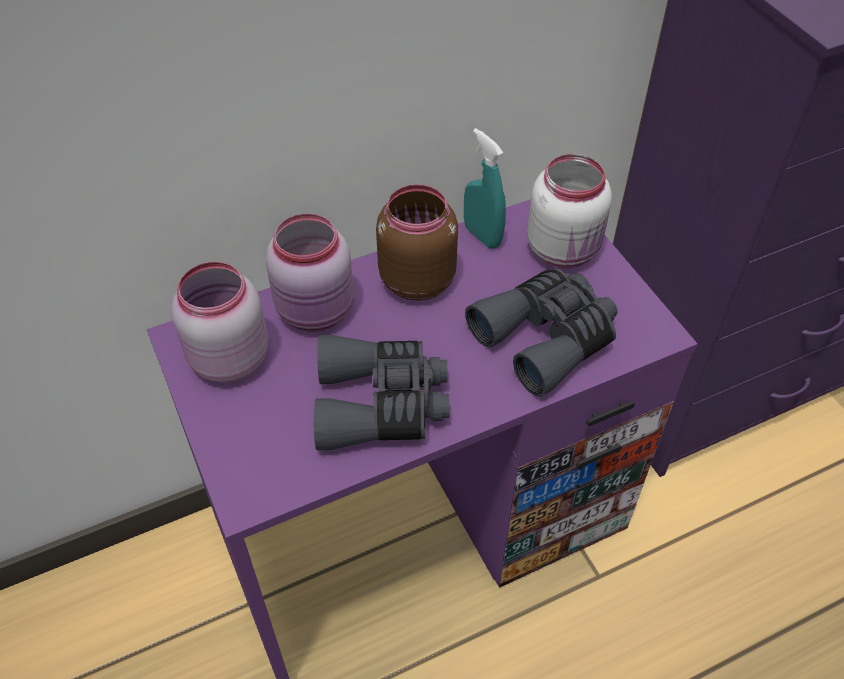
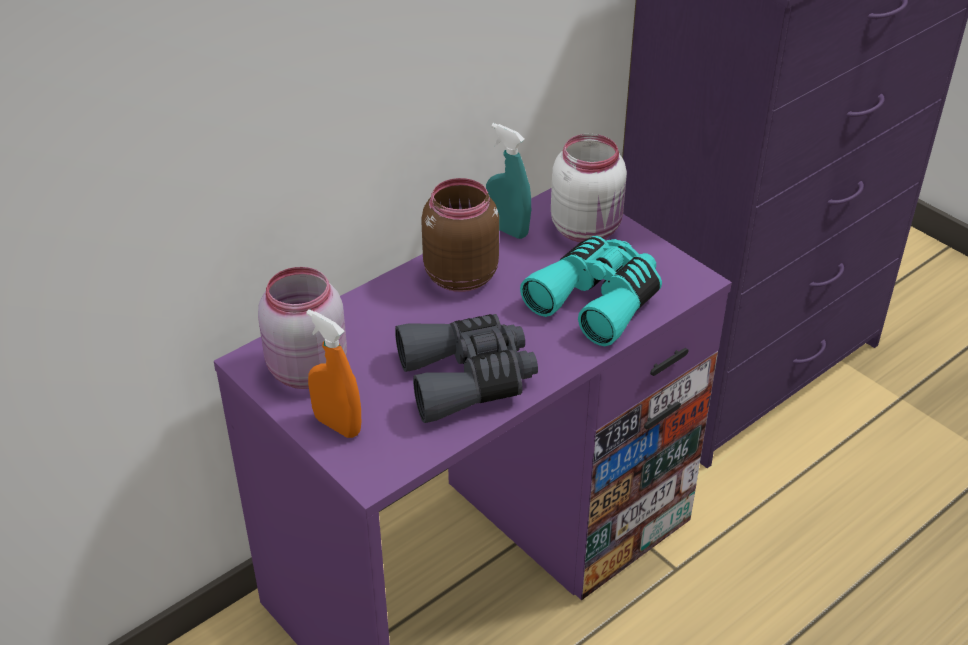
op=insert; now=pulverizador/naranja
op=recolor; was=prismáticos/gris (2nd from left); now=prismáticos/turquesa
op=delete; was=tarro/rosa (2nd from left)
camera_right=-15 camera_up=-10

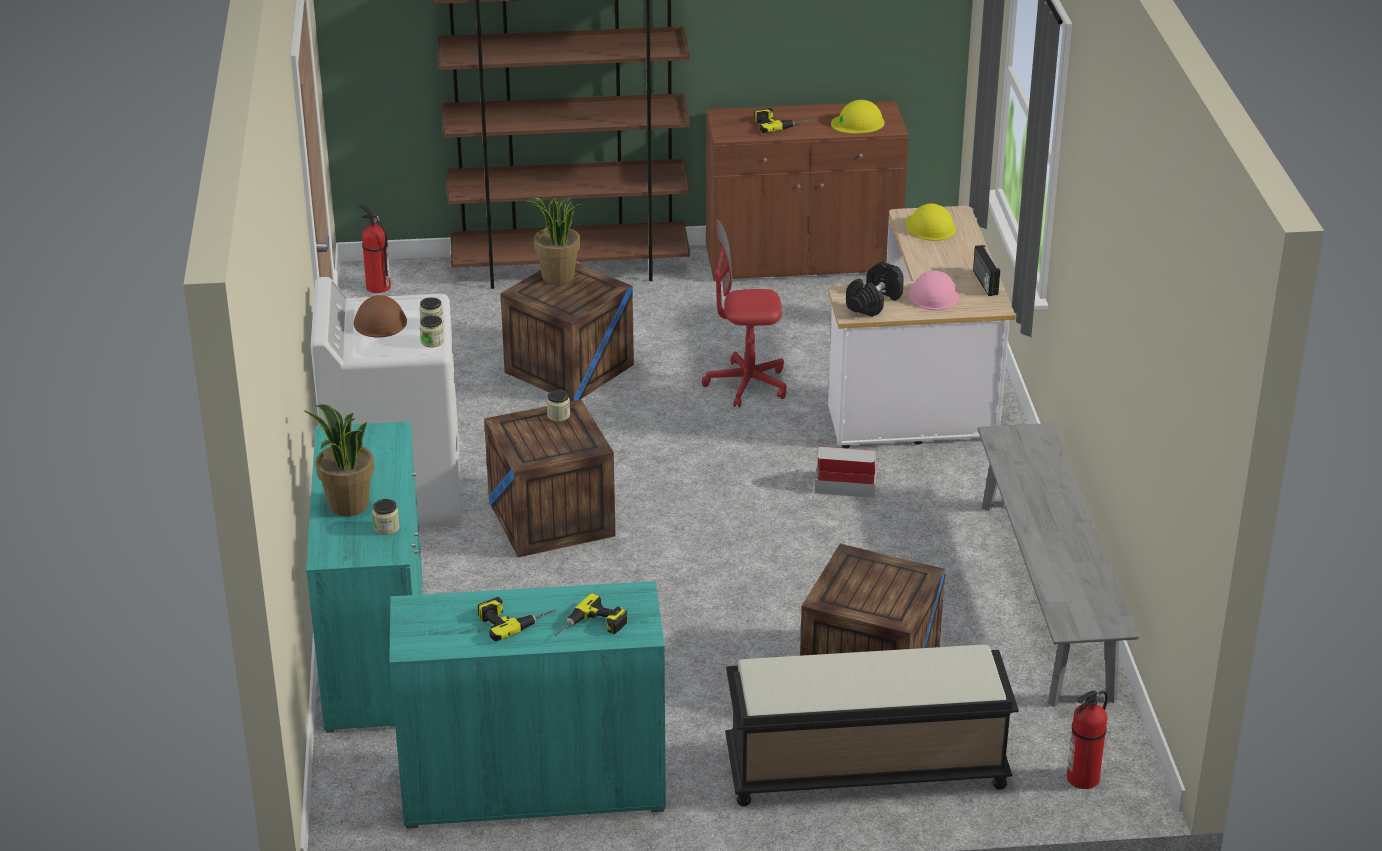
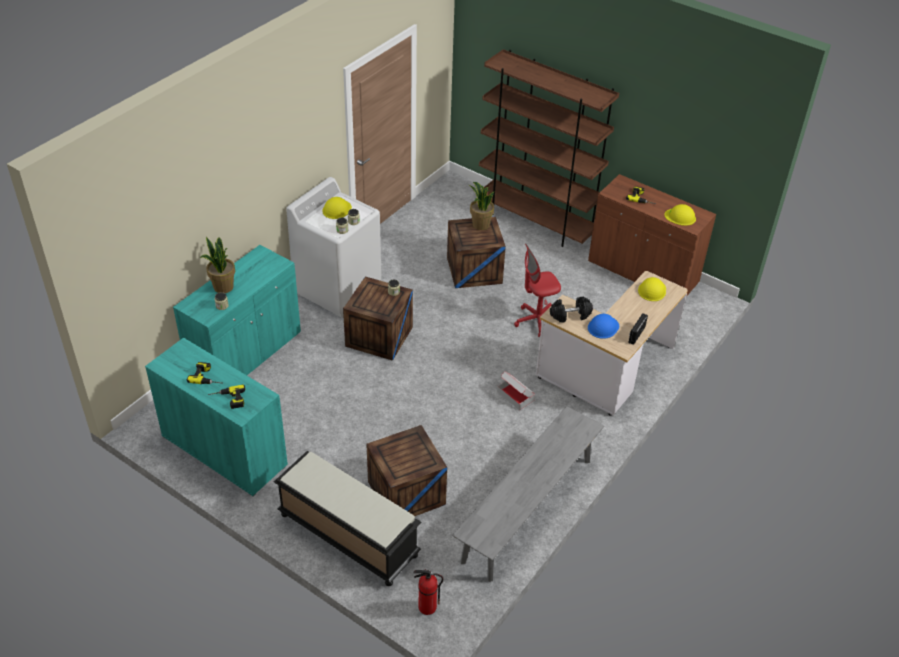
op=recolor; was=casco/marrón; now=casco/amarillo (1st from left)
op=rotate; was=silla de oficina/rojo; clockwise=-60
op=recolor; was=casco/rosa; now=casco/azul
op=delete; was=extintor (1st from left)
camera_right=40 camera_up=10

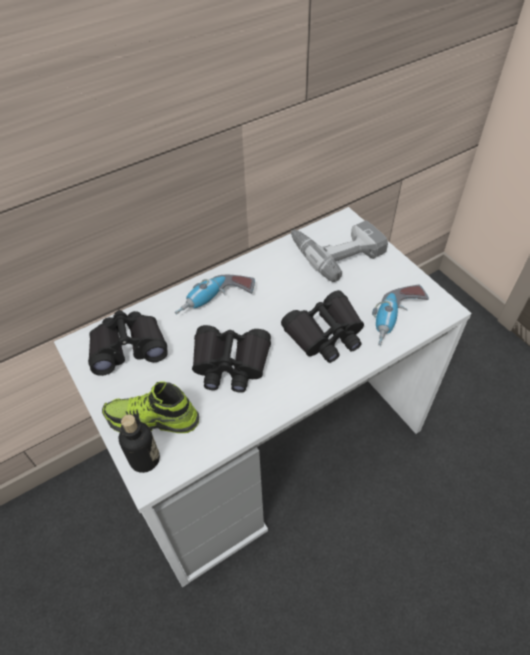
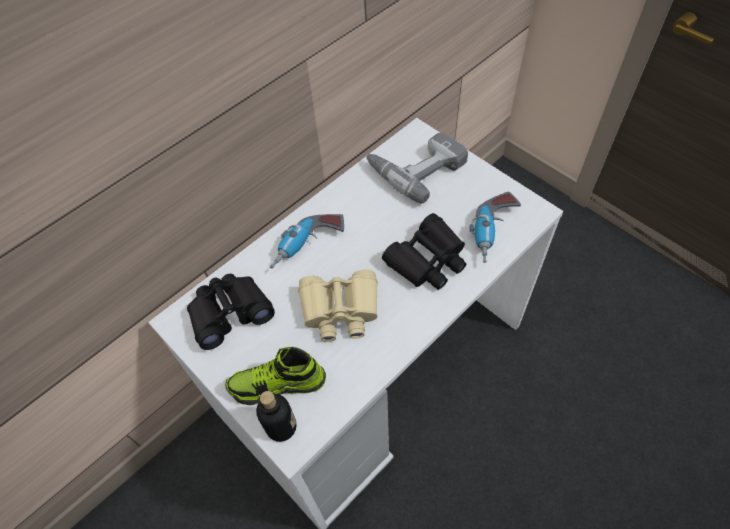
op=recolor; was=prismáticos/negro (2nd from left); now=prismáticos/beis
camera_right=-10 camera_up=5

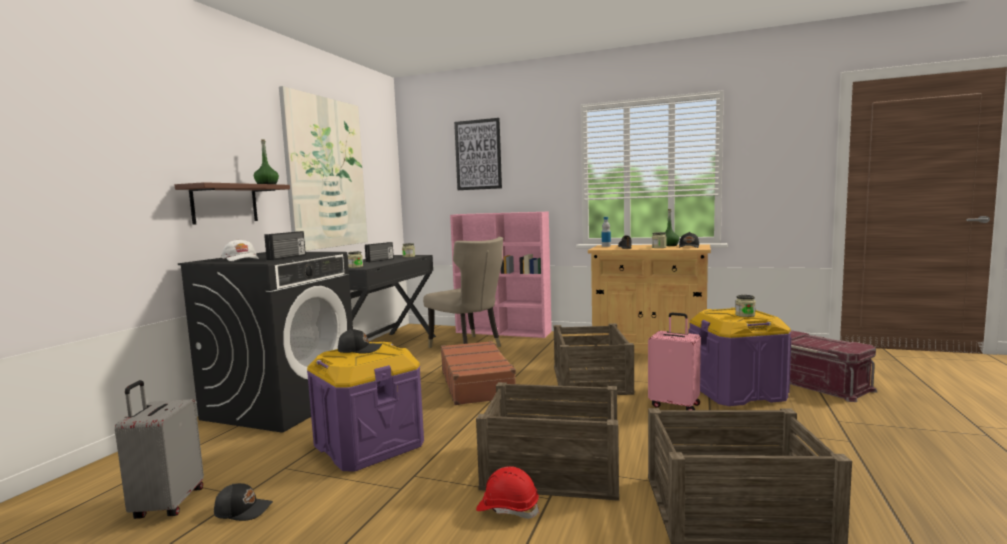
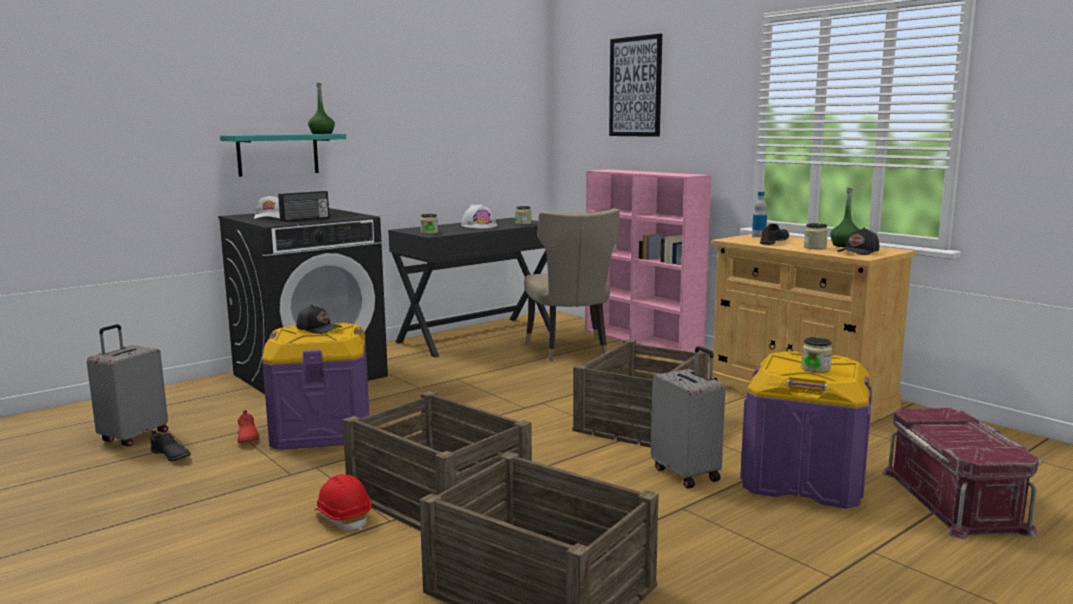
op=replace; was=gorra/negro (1st from left); now=zapato/negro (1st from left)
op=recolor; was=estante/marrón; now=estante/turquesa
op=insert; now=zapato/rojo
op=replace; was=radio (2nd from left); now=casco/blanco
op=recolor; was=maleta/rosa; now=maleta/gris (2nd from left)
op=delete; was=cuadro (1st from left)
op=delete; was=maleta/marrón
camera_right=30 camera_up=5

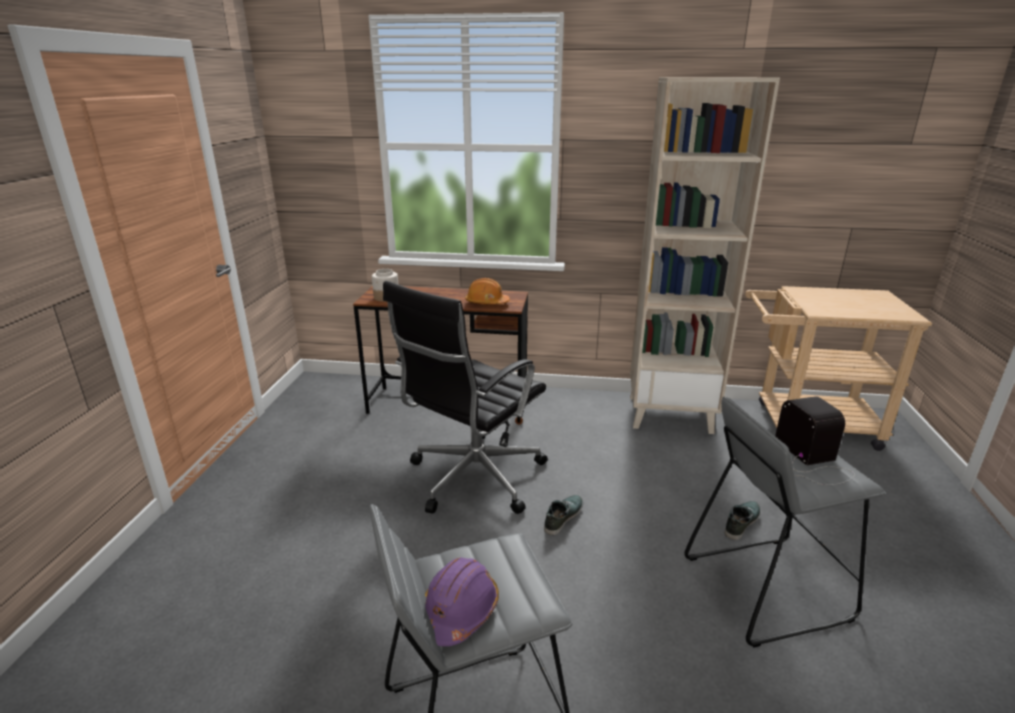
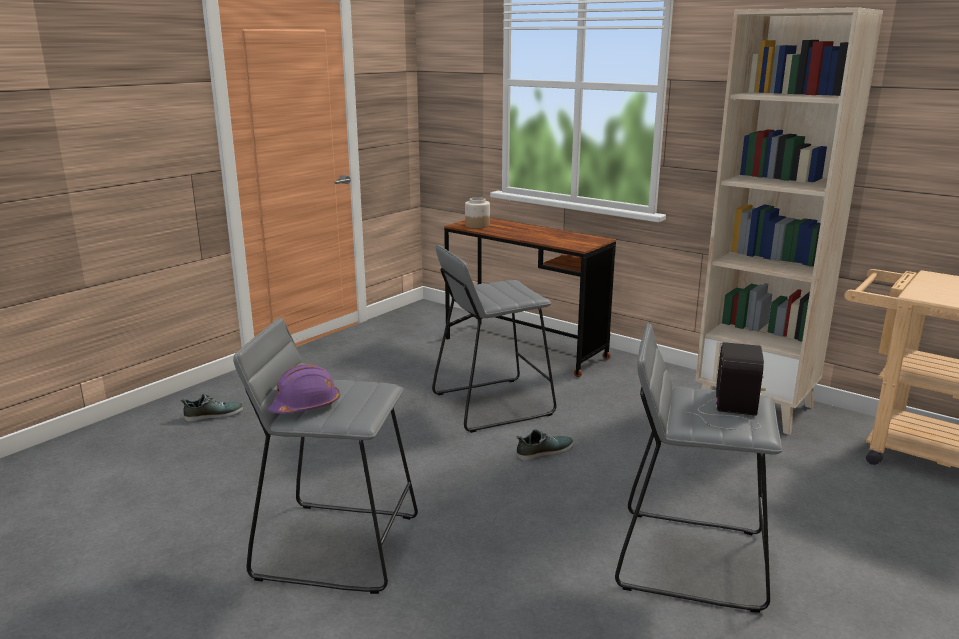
op=move; was=zapato (2nd from left in the first image); now=zapato (1st from left)
op=replace; was=silla de oficina/negro; now=taburete/gris (2nd from left)
op=delete; was=casco/naranja
camera_right=30 camera_up=-5

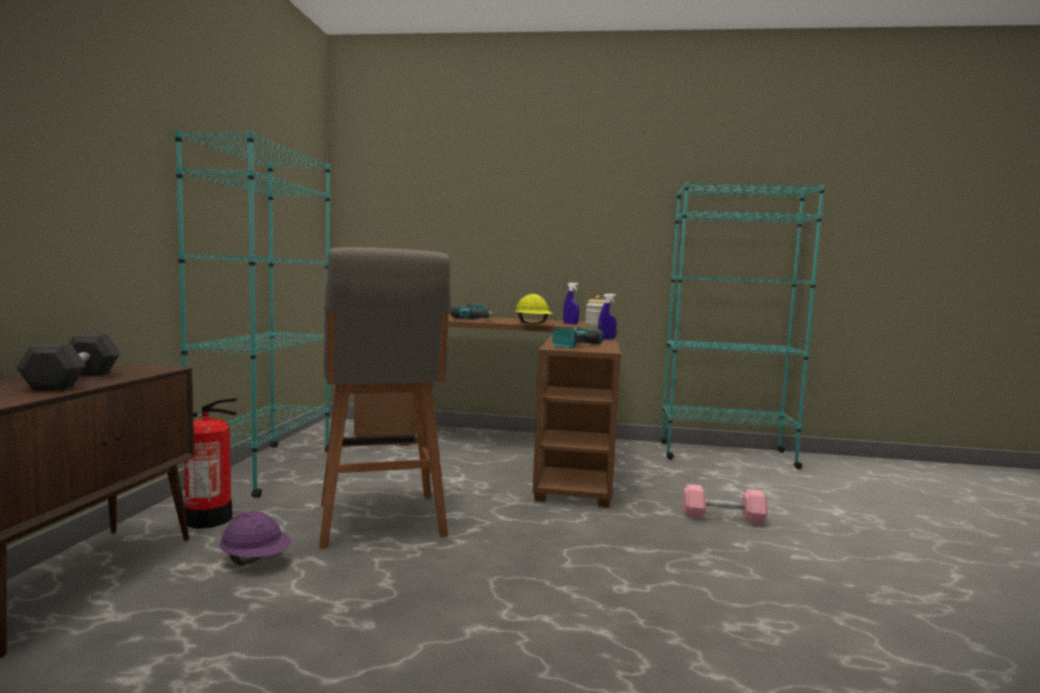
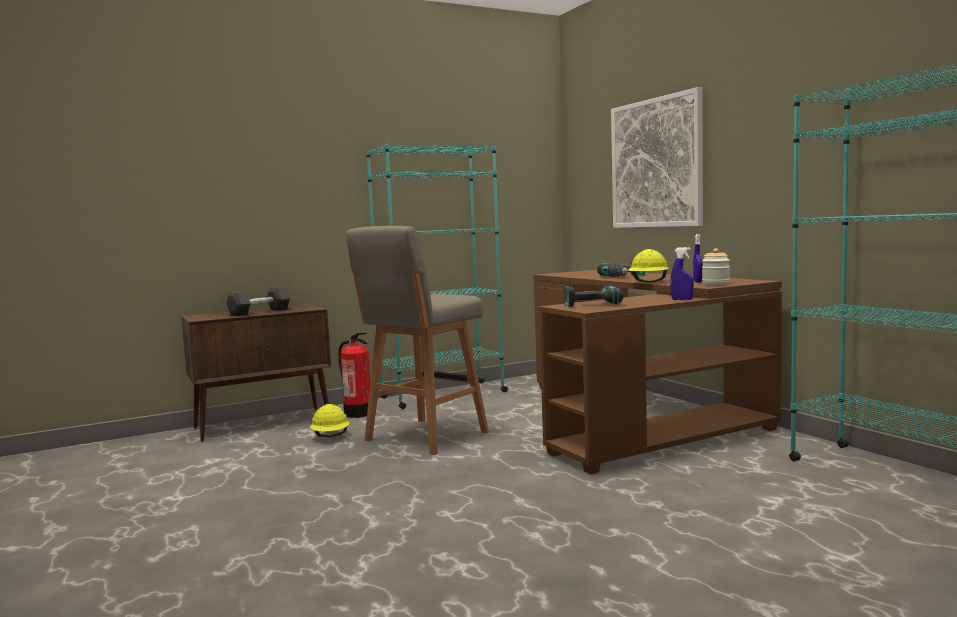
op=recolor; was=casco/morado; now=casco/amarillo (1st from left)
op=insert; now=cuadro
op=delete; was=mancuerna/rosa
camera_right=55 camera_up=0

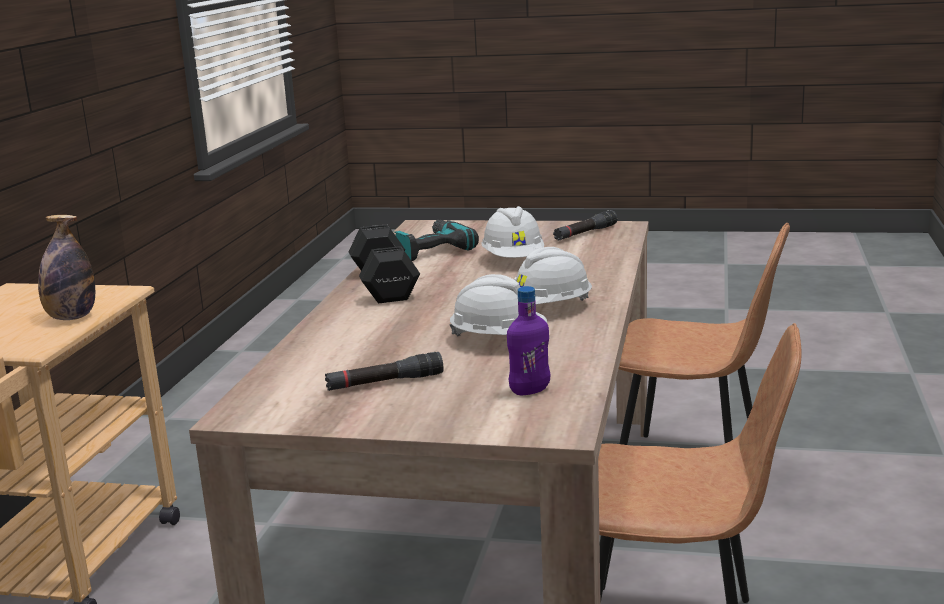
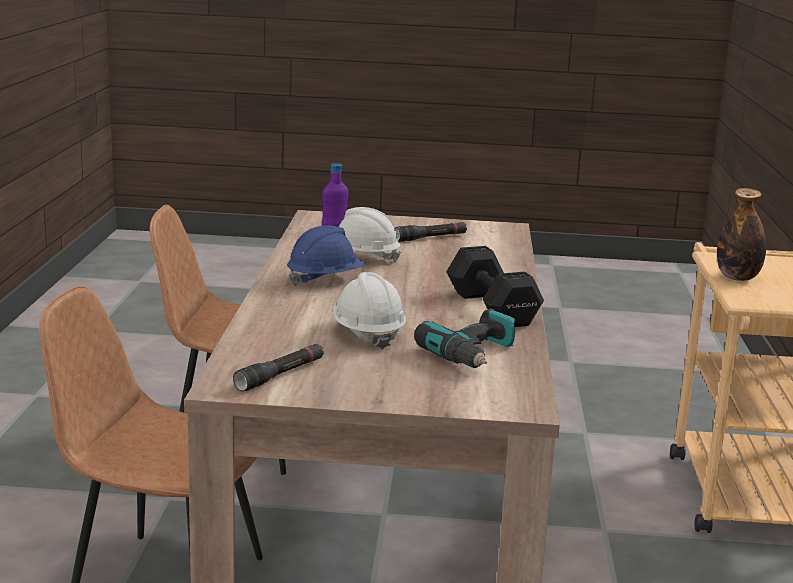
op=recolor; was=casco/blanco (3rd from left); now=casco/azul
camera_right=170 camera_up=0

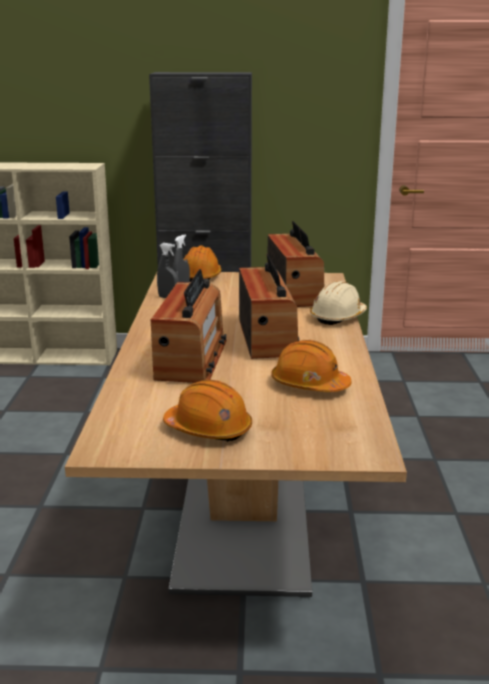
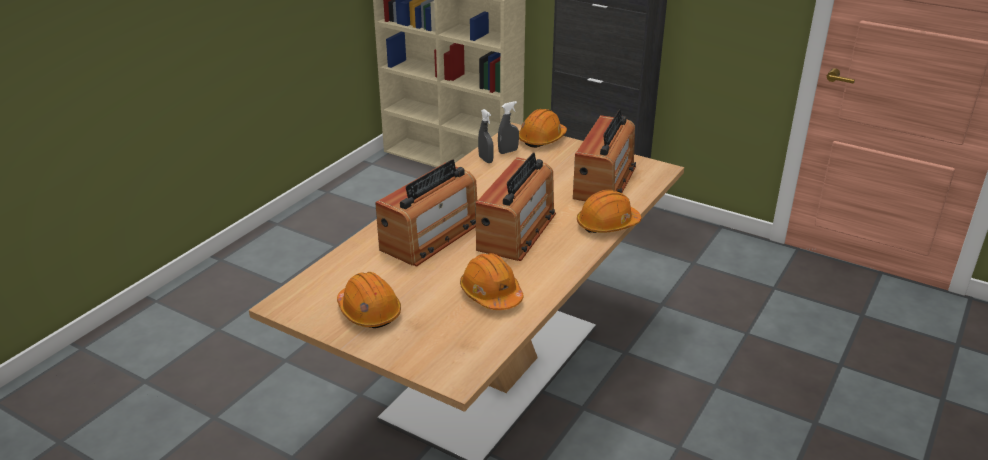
op=recolor; was=casco/beis; now=casco/naranja (4th from left)
camera_right=30 camera_up=10

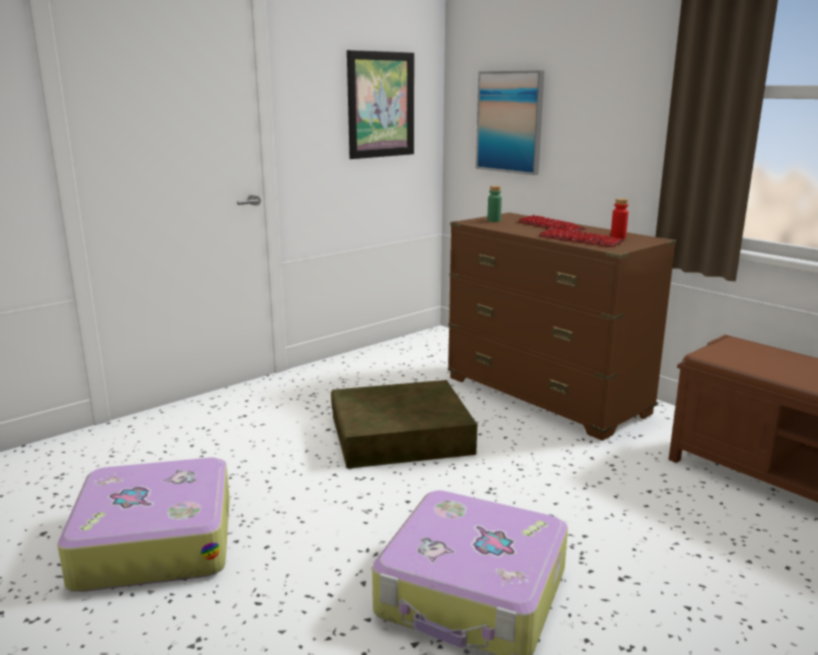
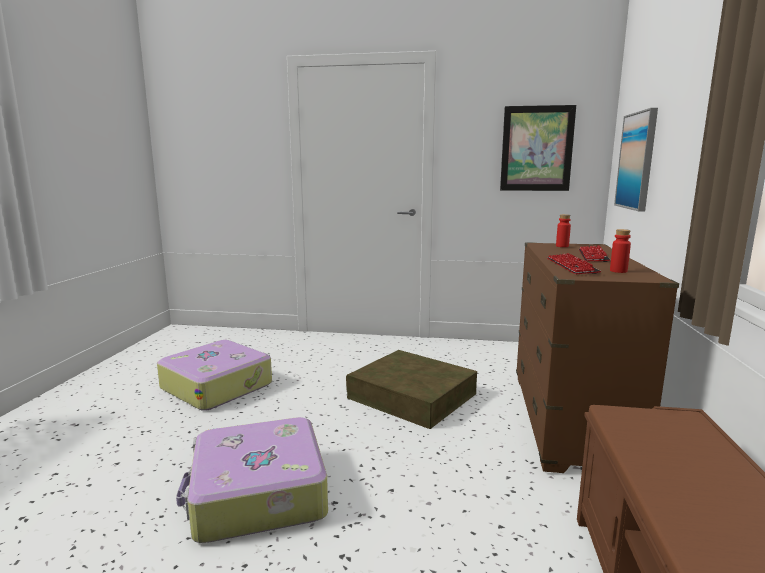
op=recolor; was=botella/verde; now=botella/rojo (1st from left)
camera_right=50 camera_up=-5

